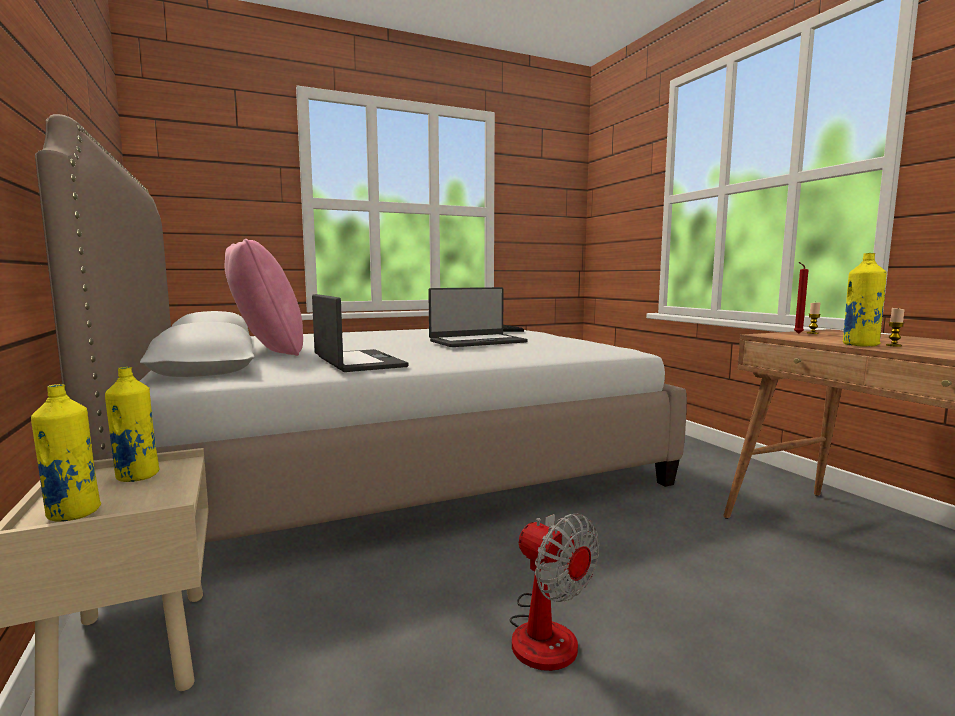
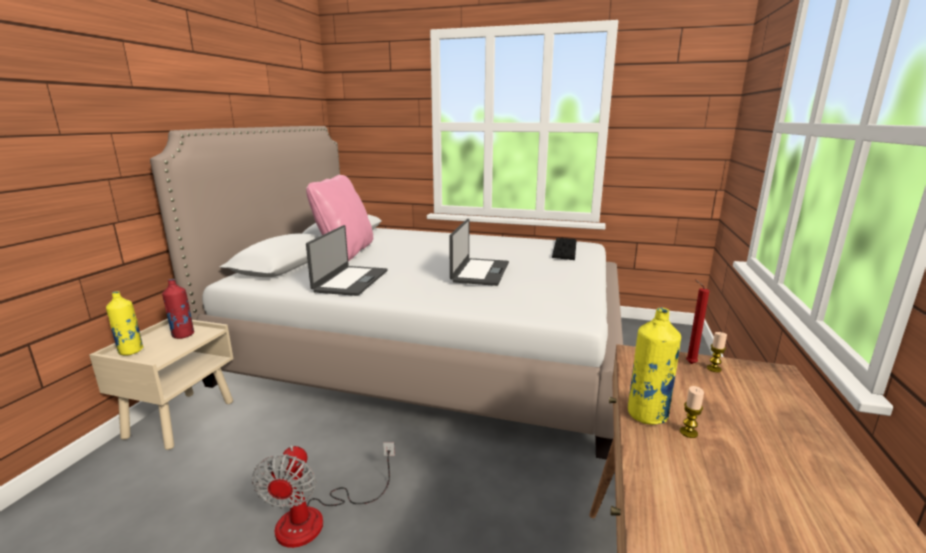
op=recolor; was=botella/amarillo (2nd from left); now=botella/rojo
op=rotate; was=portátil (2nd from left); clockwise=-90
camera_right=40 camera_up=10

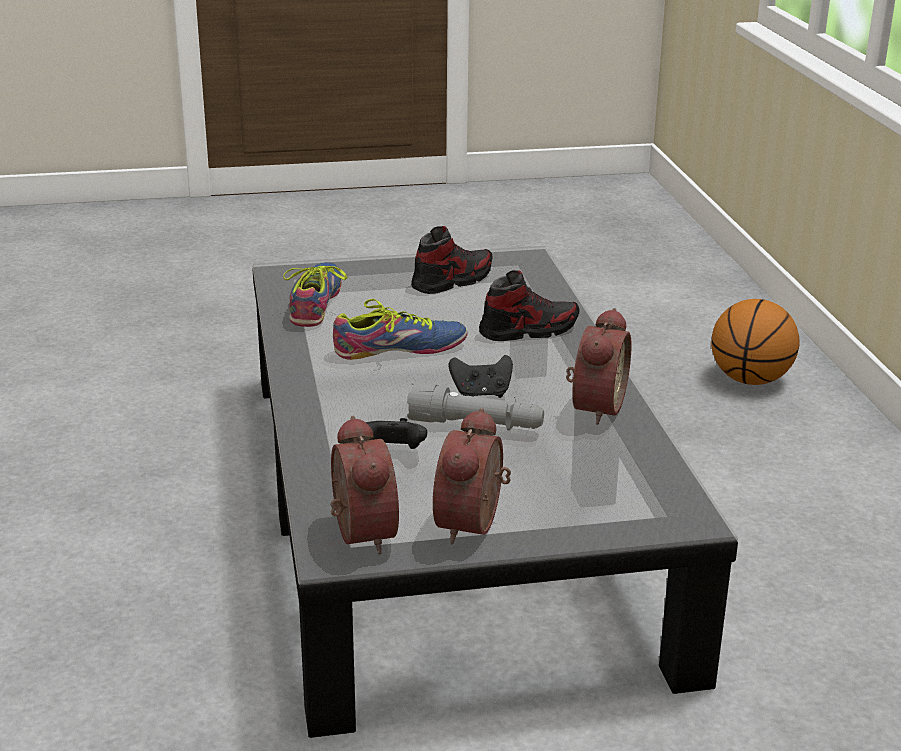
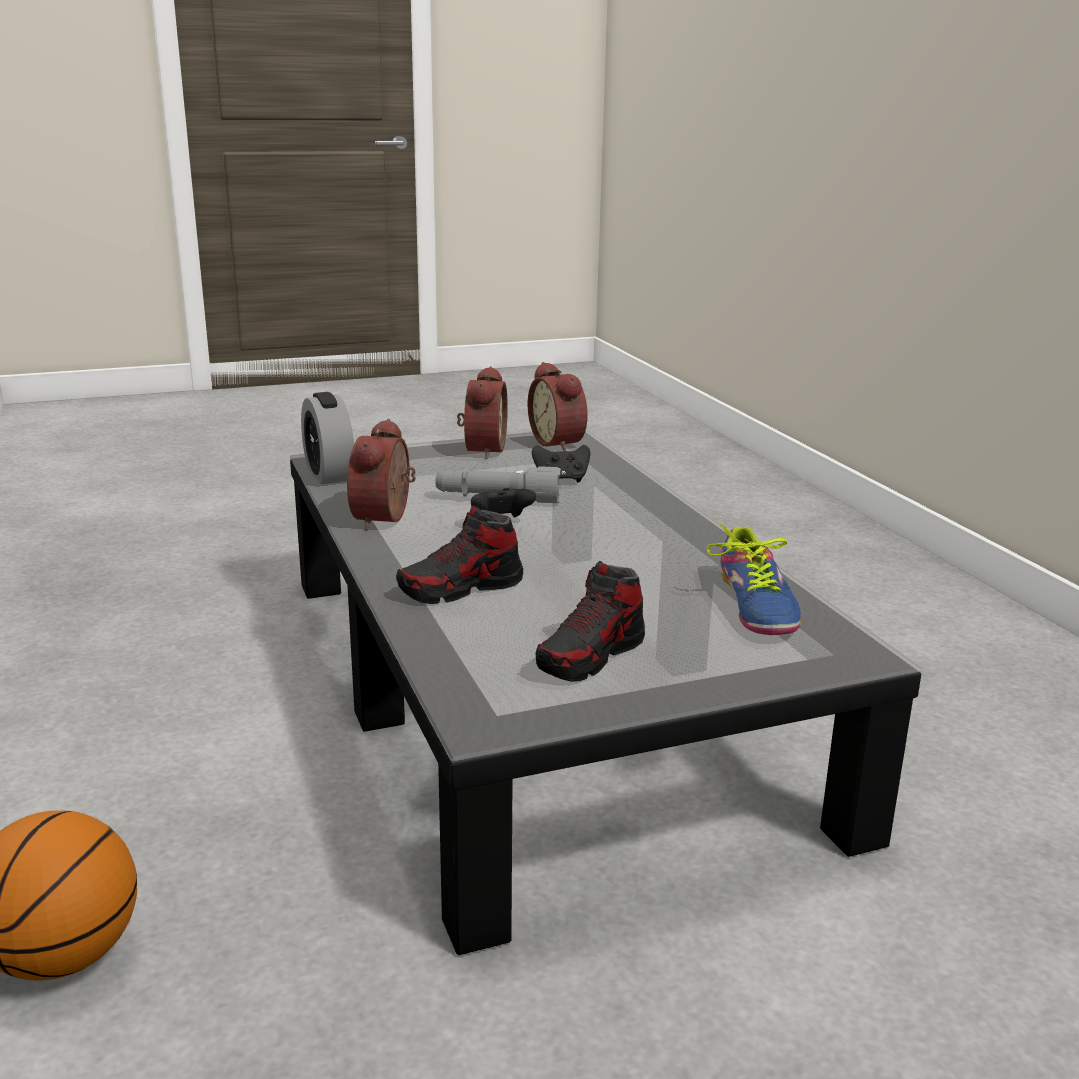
op=insert; now=despertador (1st from left)
op=delete; was=zapato (2nd from left)
camera_right=170 camera_up=-5

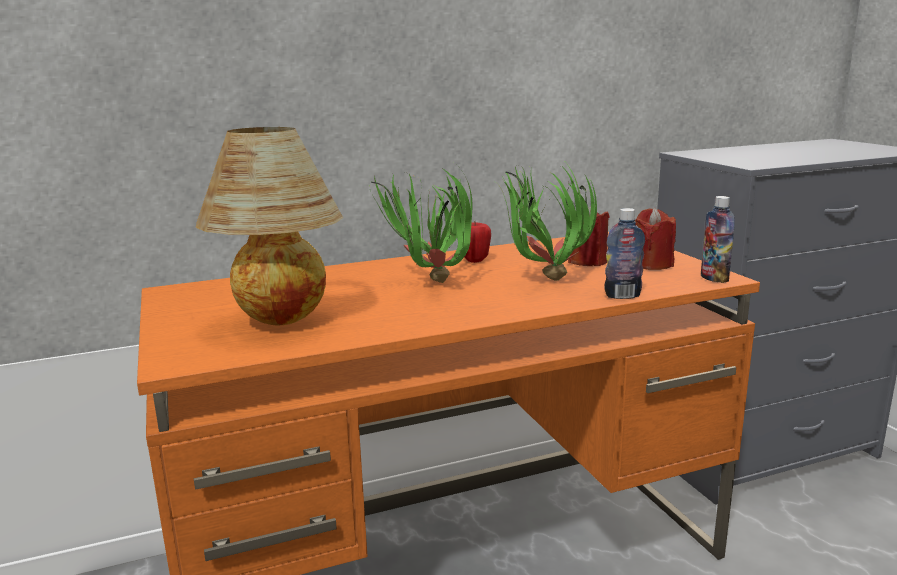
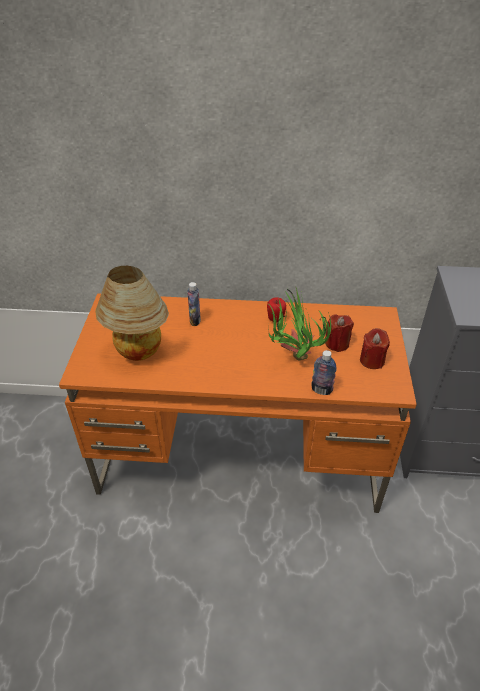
op=move; was=botella (2nd from left in the first image); now=botella (1st from left)
op=delete; was=planta en maceta (1st from left)
camera_right=25 camera_up=25

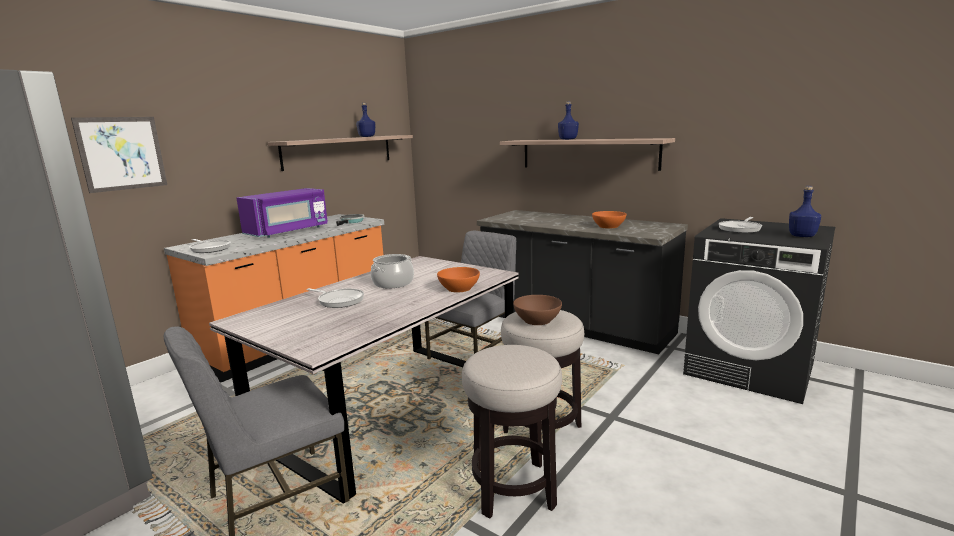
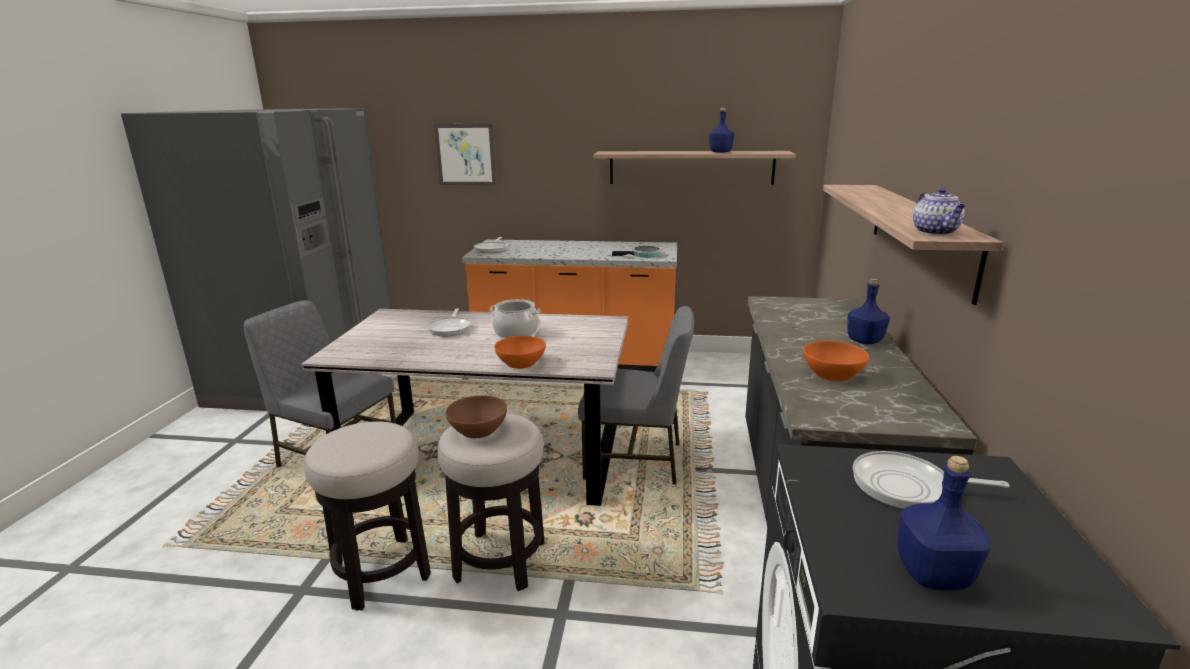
op=move; was=botella/azul (2nd from left)
op=insert; now=tetera
op=delete; was=microondas/morado
camera_right=60 camera_up=5

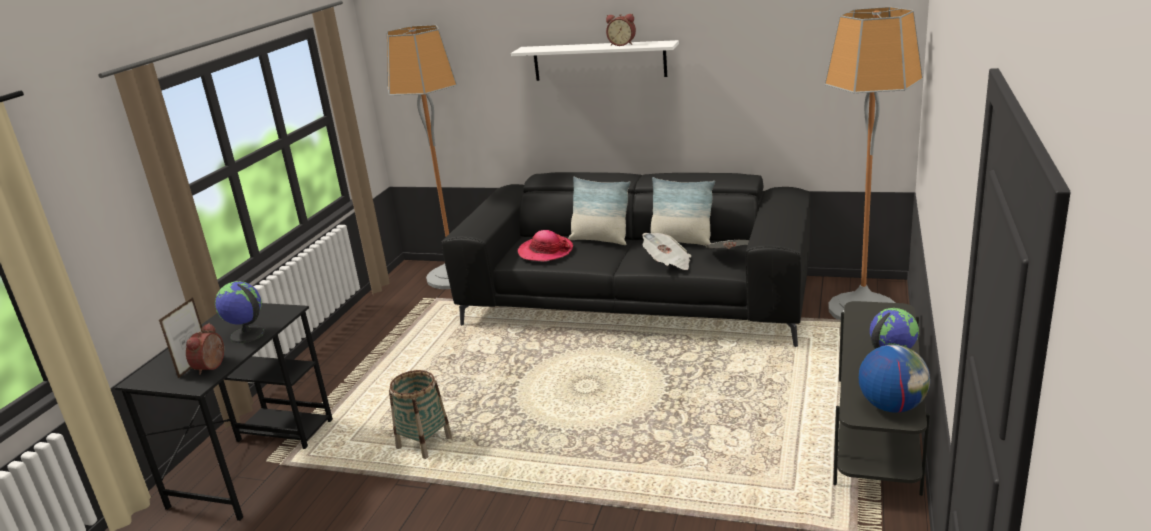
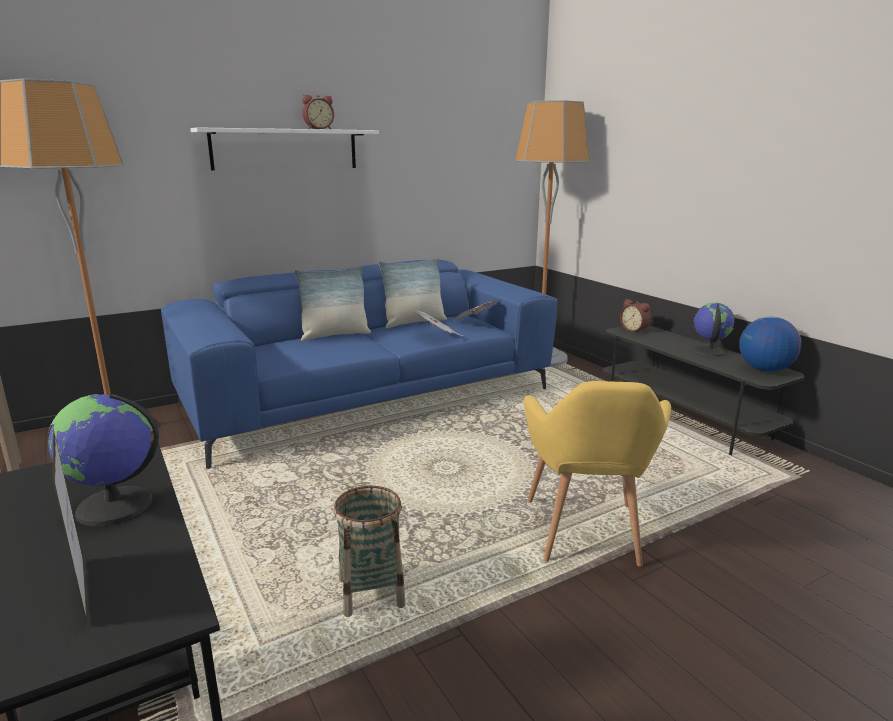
op=recolor; was=sofá/negro; now=sofá/azul
op=insert; now=sillón/amarillo
op=move; was=despertador (1st from left in the first image); now=despertador (2nd from left)
op=delete; was=sombrero
camera_right=-50 camera_up=-5

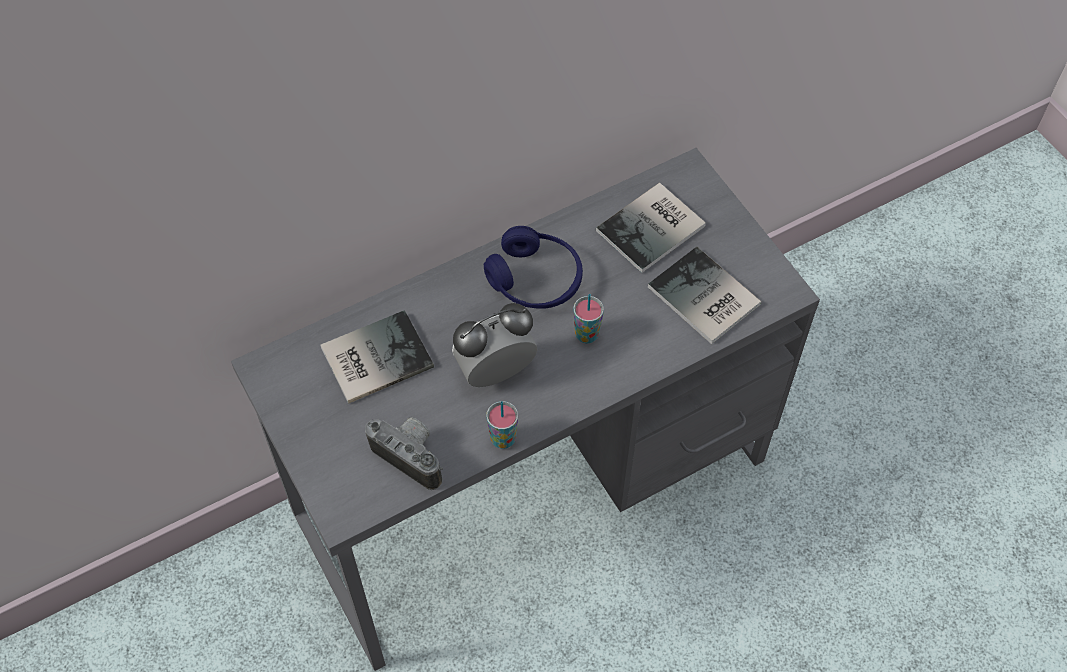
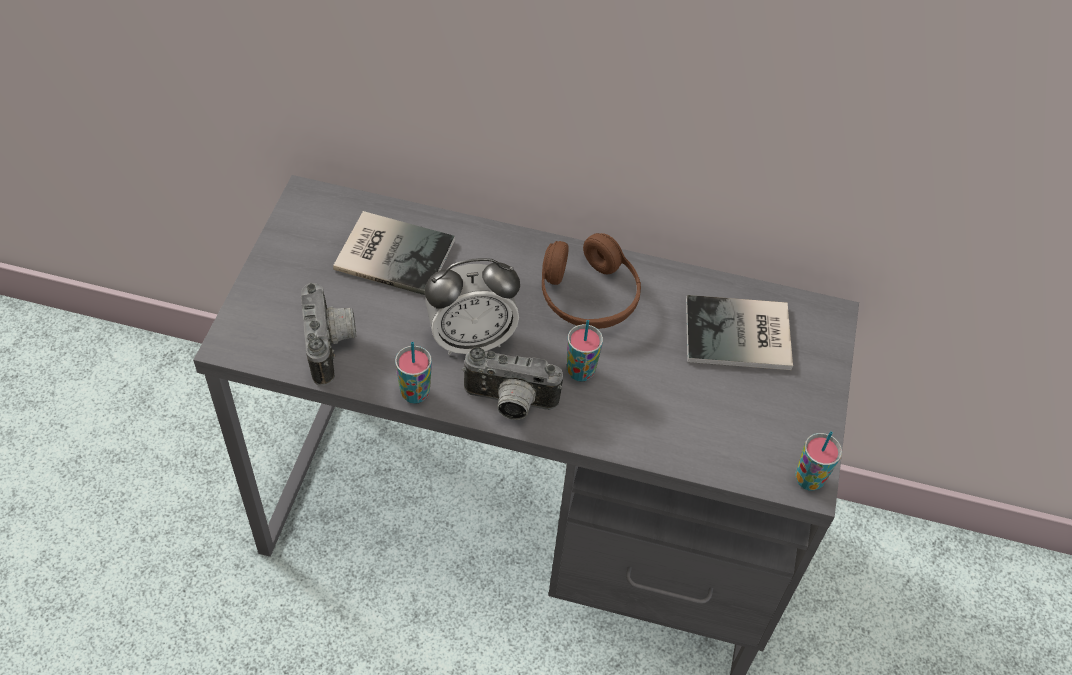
op=rotate; was=despertador; clockwise=150
op=insert; now=cámara (2nd from left)
op=recolor; was=auriculares/azul; now=auriculares/marrón
op=insert; now=taza (3rd from left)
op=delete; was=libro (3rd from left)
camera_right=40 camera_up=-5

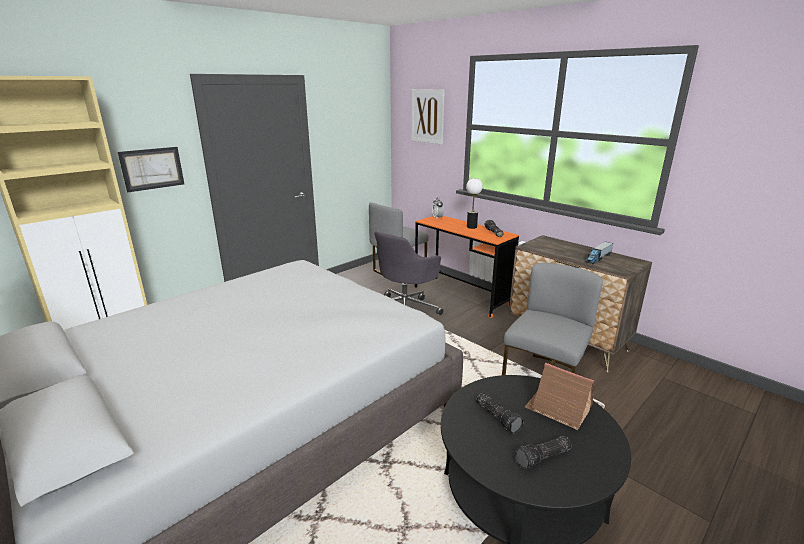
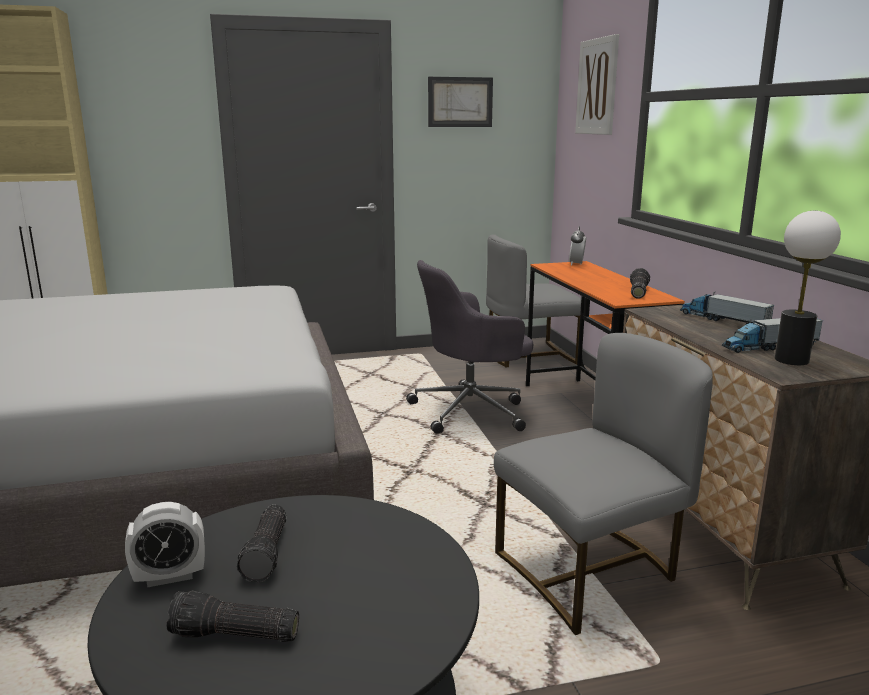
op=insert; now=despertador (1st from left)
op=move; was=cuadro (1st from left)
op=insert; now=camión de juguete (1st from left)
op=move; was=lámpara de mesa
op=delete; was=casita
camera_right=30 camera_up=-5

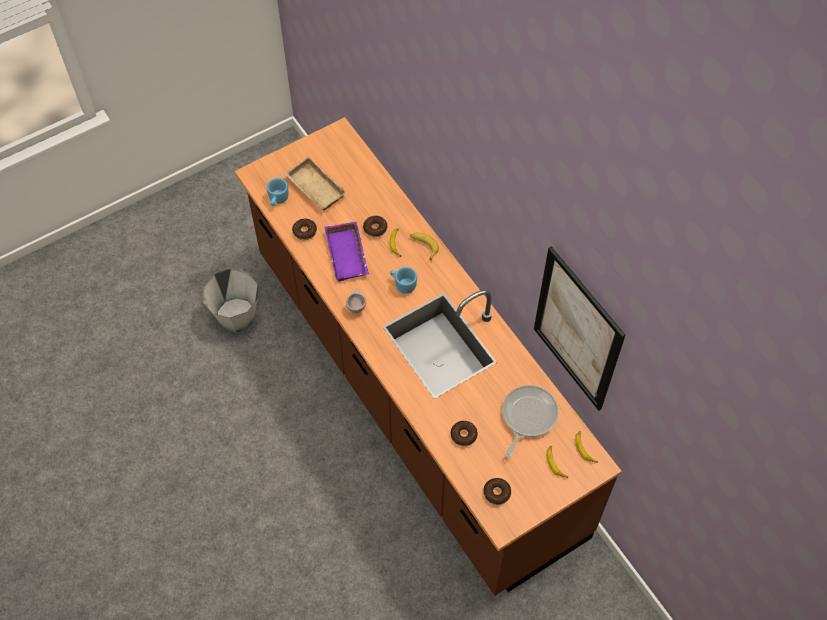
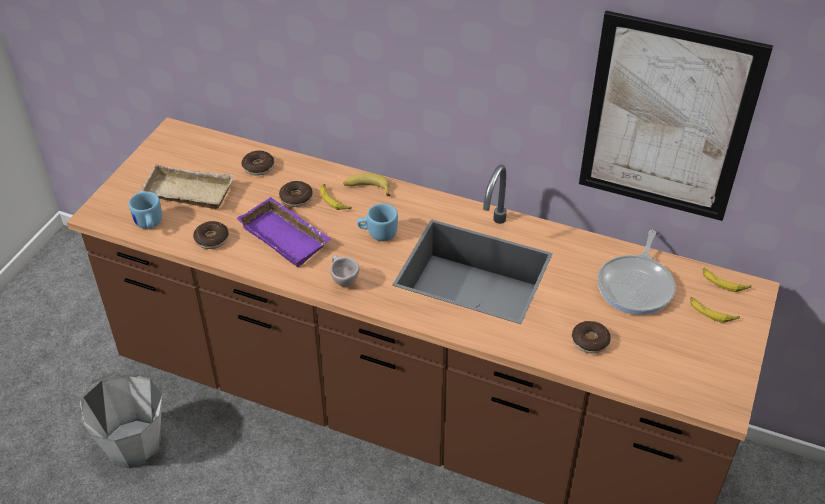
op=move; was=rosquilla (4th from left in the first image); now=rosquilla (2nd from left)
op=rotate; was=sartén; clockwise=-150
camera_right=-35 camera_up=-15

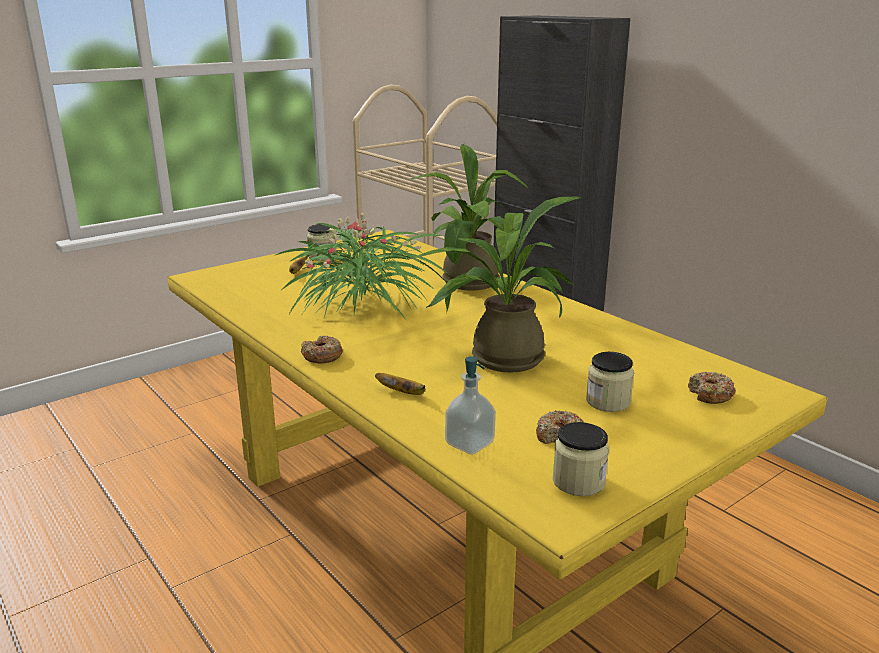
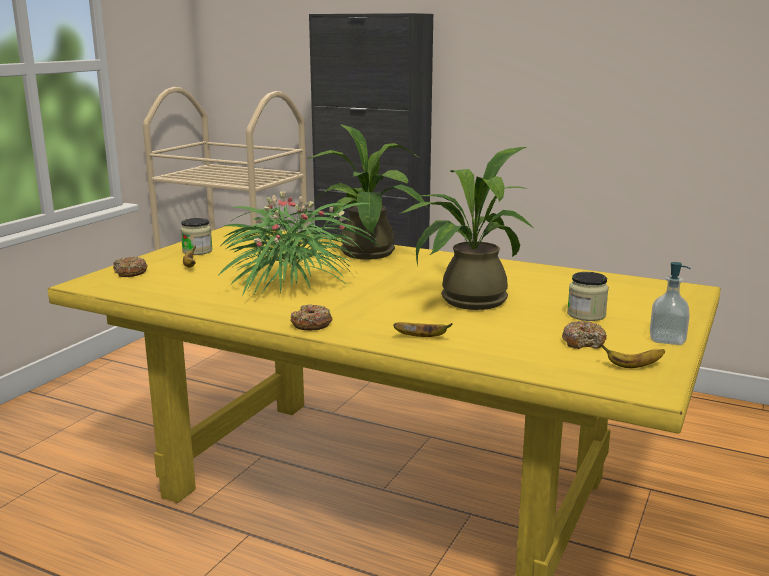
op=move; was=rosquilla (3rd from left in the first image); now=rosquilla (1st from left)
op=replace; was=tarro (2nd from left); now=plátano (3rd from left)
op=move; was=dispensador de jabón
camera_right=-25 camera_up=-5

